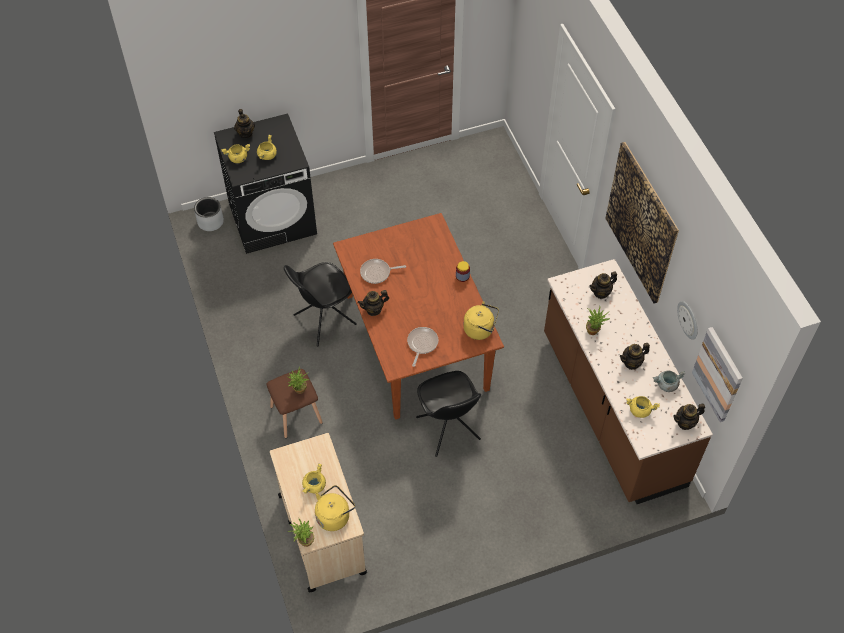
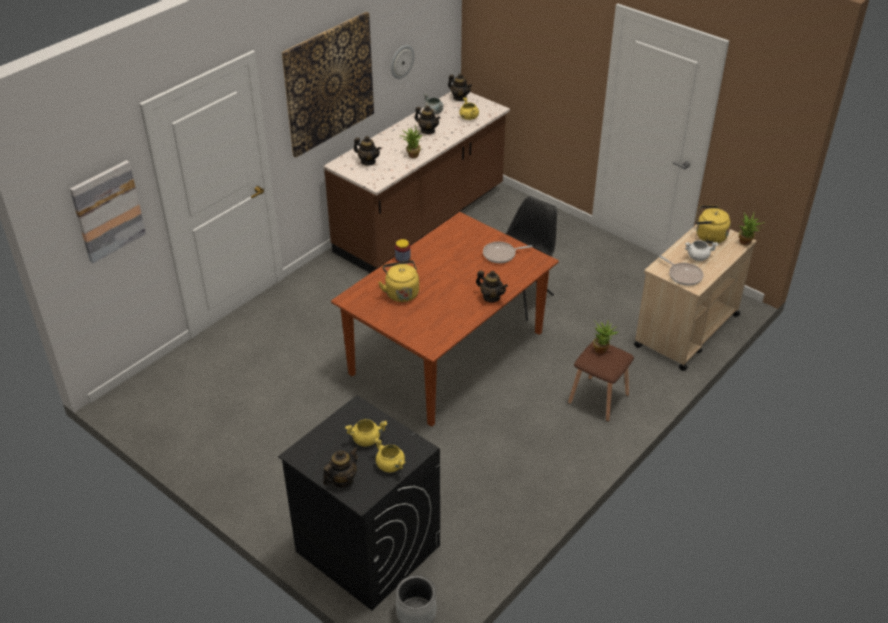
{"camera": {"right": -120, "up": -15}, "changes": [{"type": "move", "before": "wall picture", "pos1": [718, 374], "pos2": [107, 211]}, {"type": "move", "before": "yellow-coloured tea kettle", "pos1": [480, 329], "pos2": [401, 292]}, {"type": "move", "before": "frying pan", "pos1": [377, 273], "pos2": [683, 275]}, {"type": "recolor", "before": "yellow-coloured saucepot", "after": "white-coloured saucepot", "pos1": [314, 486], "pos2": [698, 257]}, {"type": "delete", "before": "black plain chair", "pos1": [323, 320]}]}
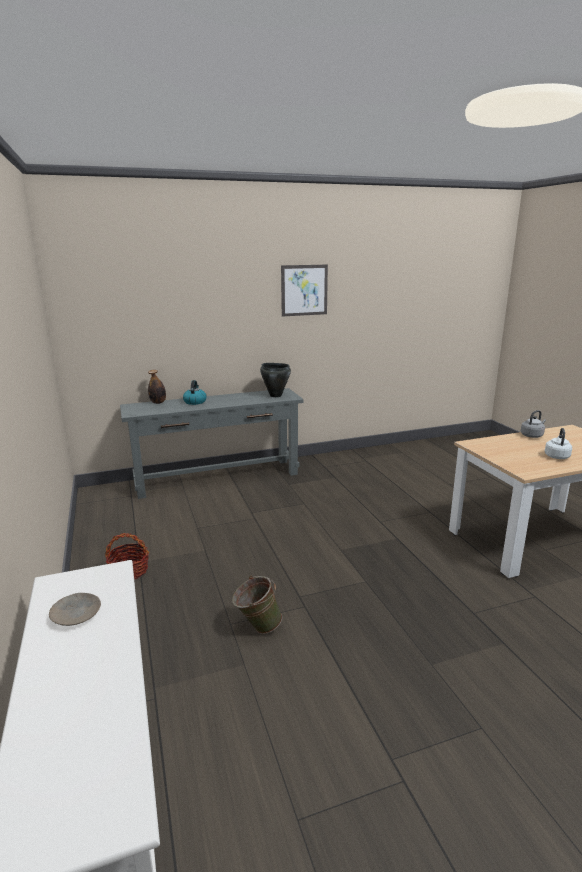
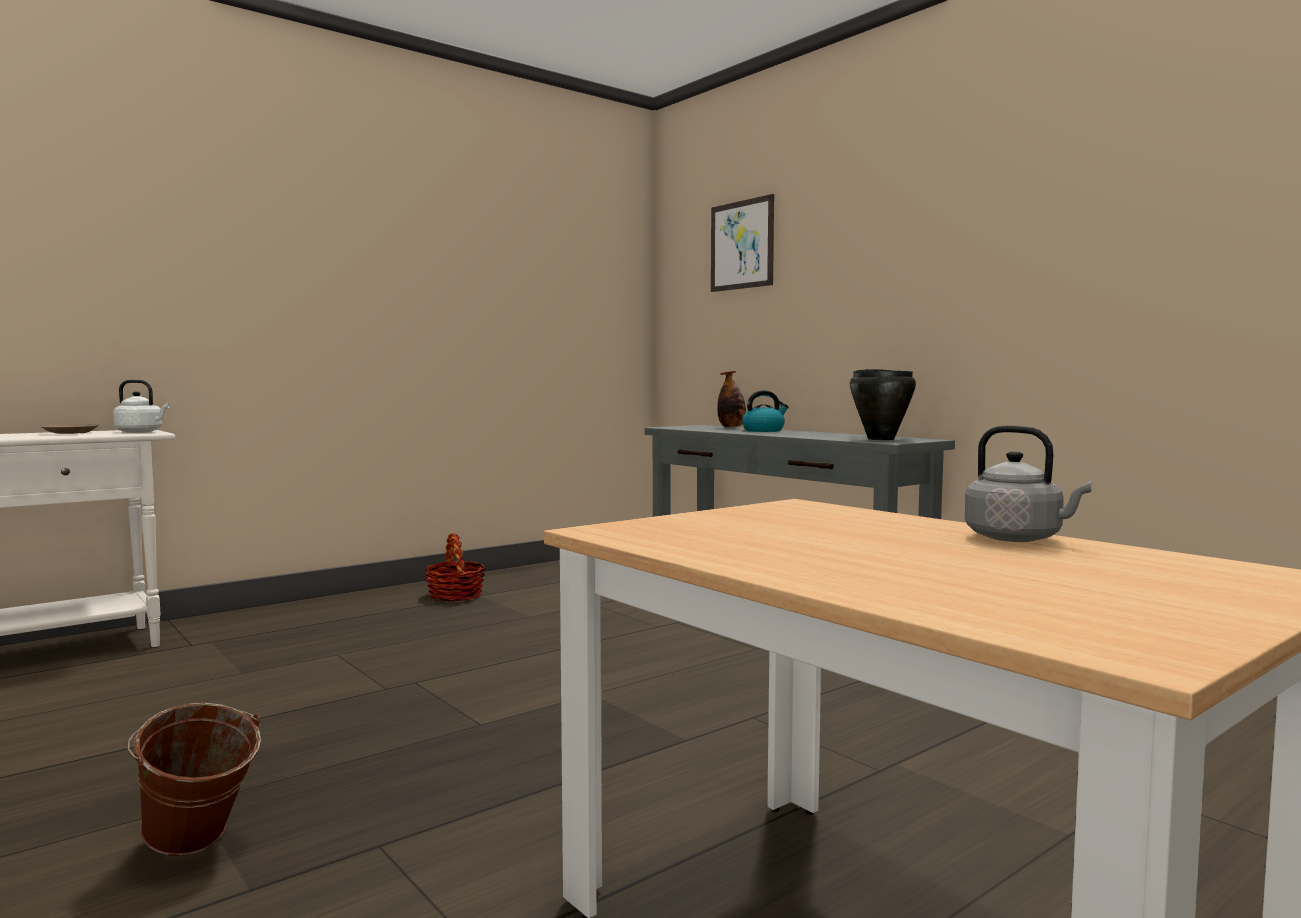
{"camera": {"right": 70, "up": -15}, "changes": [{"type": "move", "before": "white-coloured tea kettle", "pos1": [556, 456], "pos2": [141, 432]}, {"type": "insert", "after": "brown bucket", "pos2": [198, 849]}, {"type": "move", "before": "wall picture", "pos1": [304, 290], "pos2": [741, 245]}, {"type": "delete", "before": "green bucket", "pos1": [257, 627]}]}
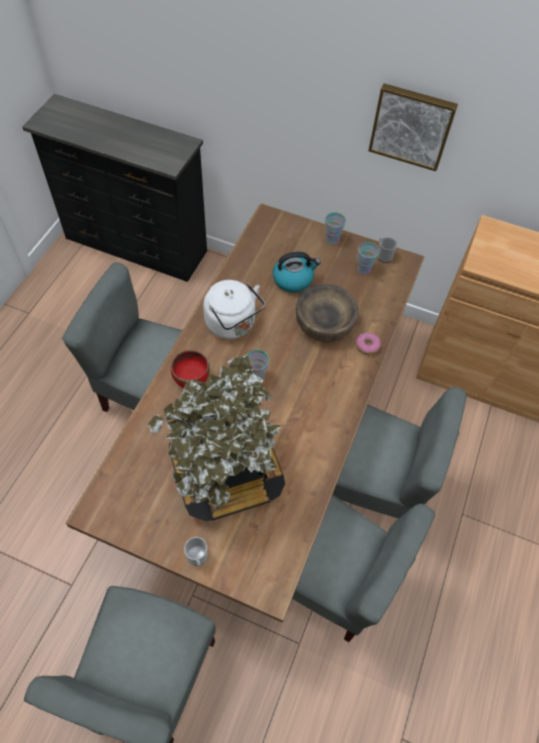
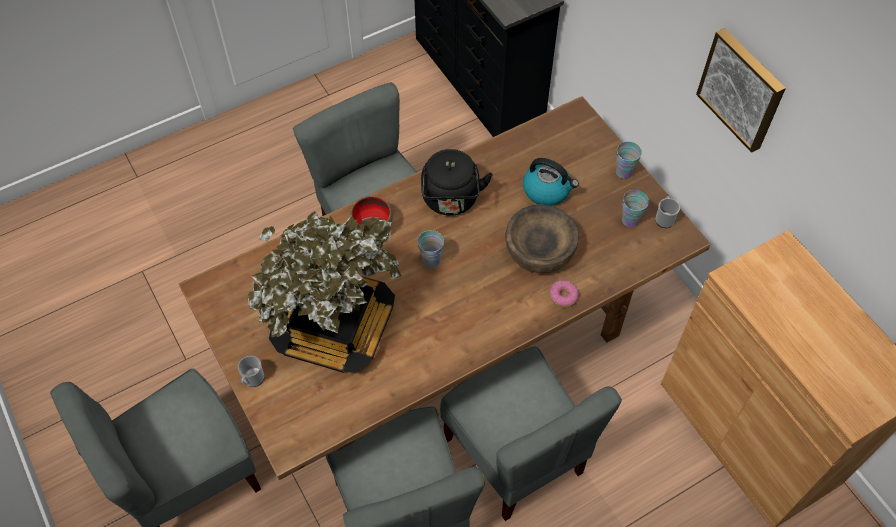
{"camera": {"right": 40, "up": 0}, "changes": [{"type": "recolor", "before": "white-coloured tea kettle", "after": "black tea kettle", "pos1": [233, 324], "pos2": [451, 200]}]}
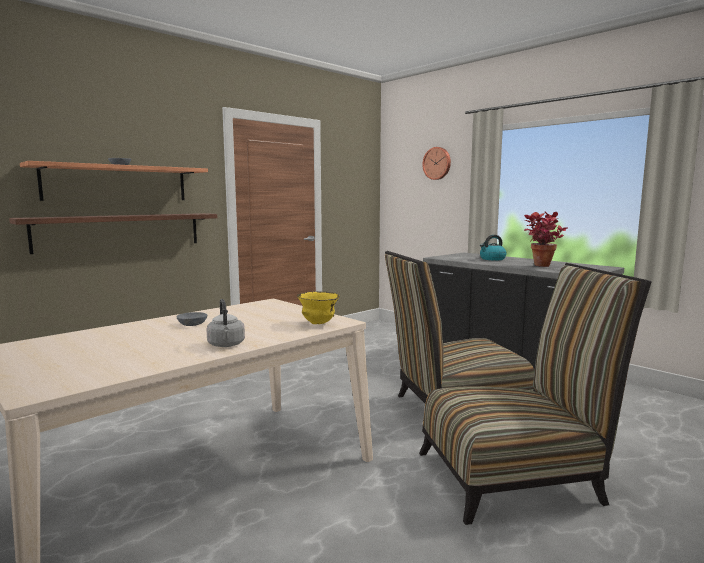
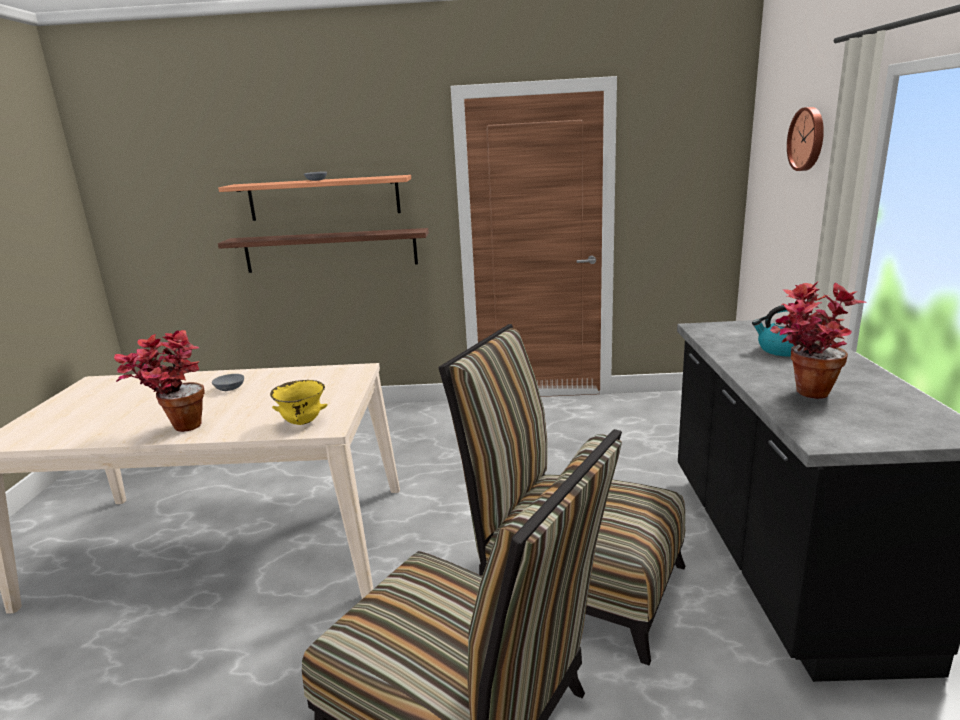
{"camera": {"right": 45, "up": 10}, "changes": [{"type": "replace", "before": "greyish tea kettle", "after": "houseplant", "pos1": [226, 345], "pos2": [176, 429]}]}
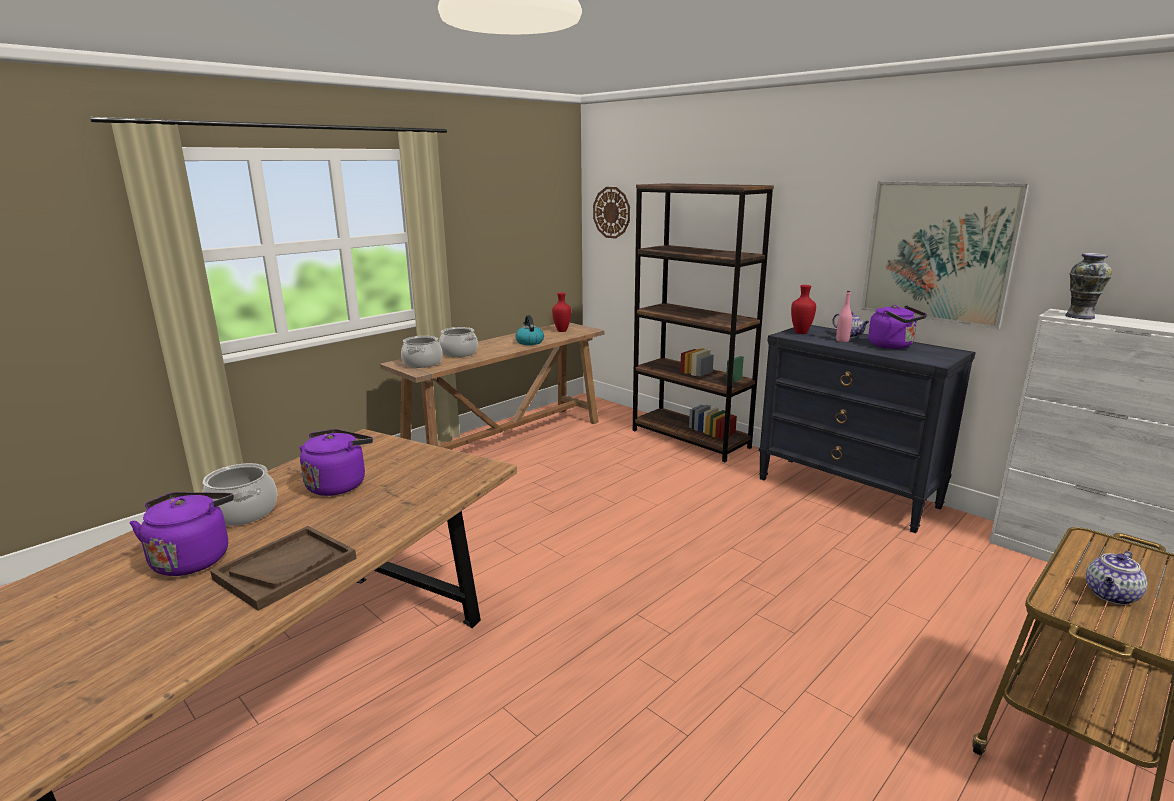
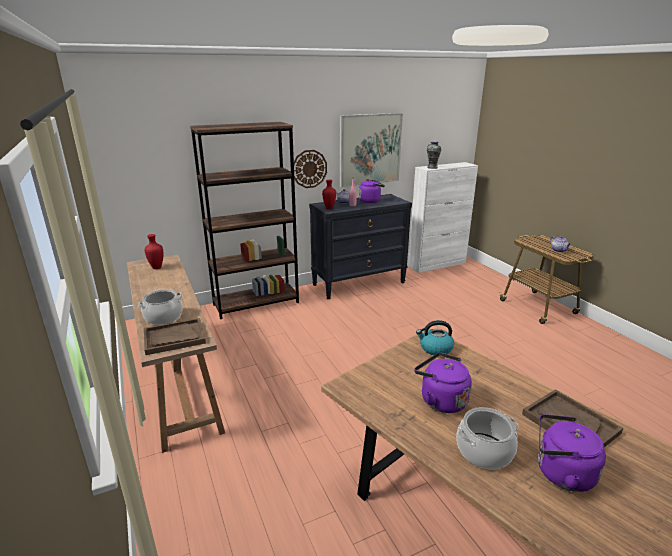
{"camera": {"right": -70, "up": 5}, "changes": [{"type": "replace", "before": "saucepot", "after": "brown serving tray", "pos1": [422, 363], "pos2": [174, 338]}, {"type": "move", "before": "wall clock", "pos1": [611, 212], "pos2": [309, 169]}, {"type": "move", "before": "tea kettle", "pos1": [529, 342], "pos2": [435, 348]}]}
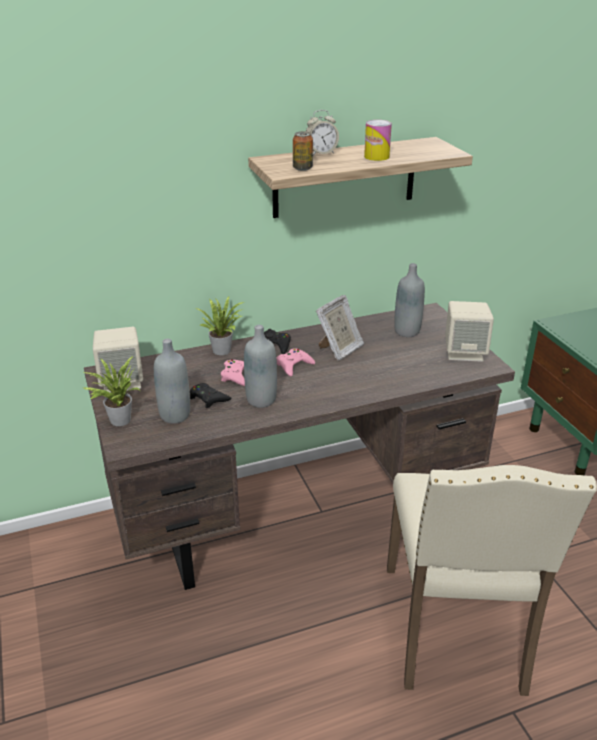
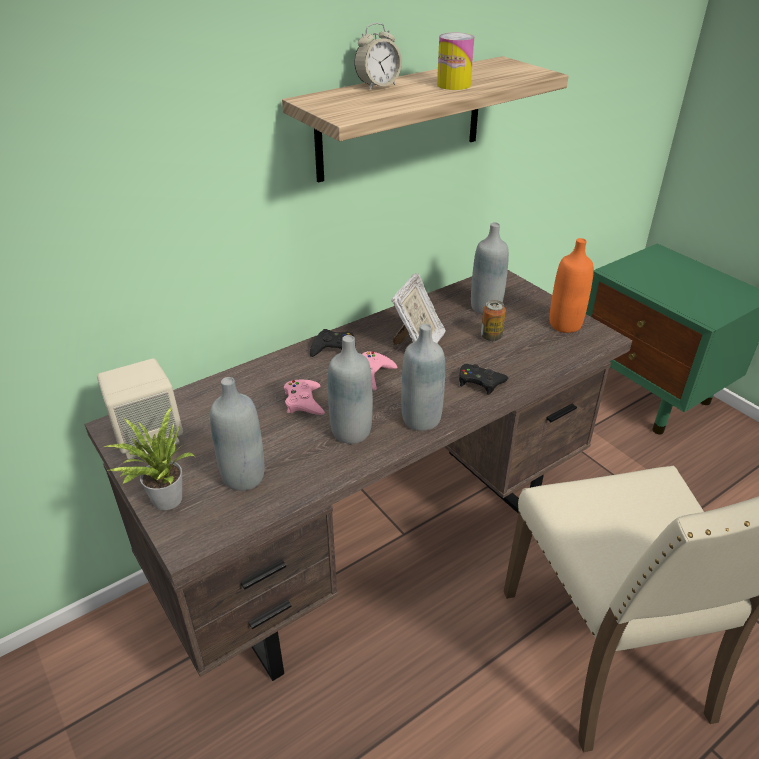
{"camera": {"right": -15, "up": 5}, "changes": [{"type": "insert", "after": "greyish drink bottle", "pos2": [421, 419]}, {"type": "move", "before": "black gamepad", "pos1": [208, 398], "pos2": [480, 382]}, {"type": "move", "before": "sealed can", "pos1": [302, 168], "pos2": [491, 337]}, {"type": "replace", "before": "beige-coloured loudspeaker", "after": "orangey drink bottle", "pos1": [464, 352], "pos2": [565, 324]}, {"type": "delete", "before": "houseplant", "pos1": [223, 349]}]}
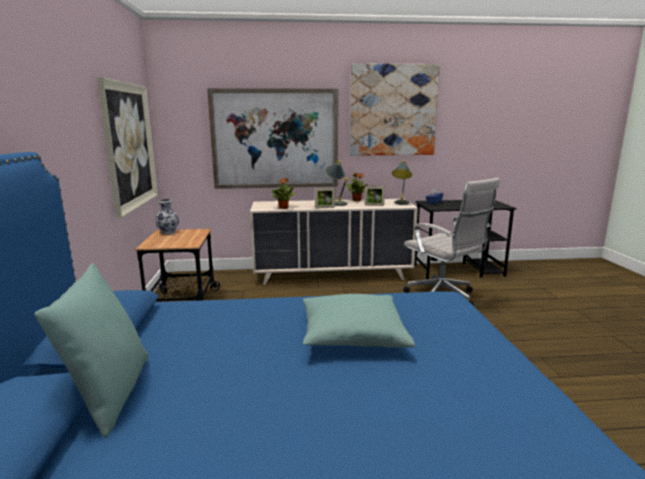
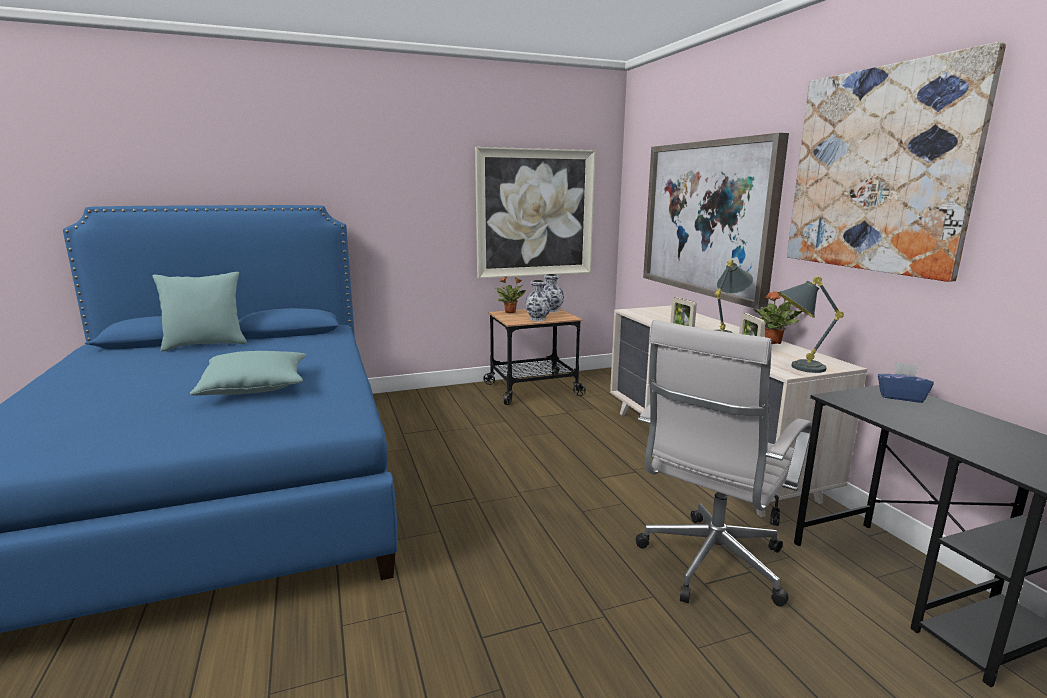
{"camera": {"right": 75, "up": 0}, "changes": [{"type": "move", "before": "houseplant", "pos1": [283, 208], "pos2": [511, 312]}, {"type": "insert", "after": "flower vase", "pos2": [537, 319]}]}
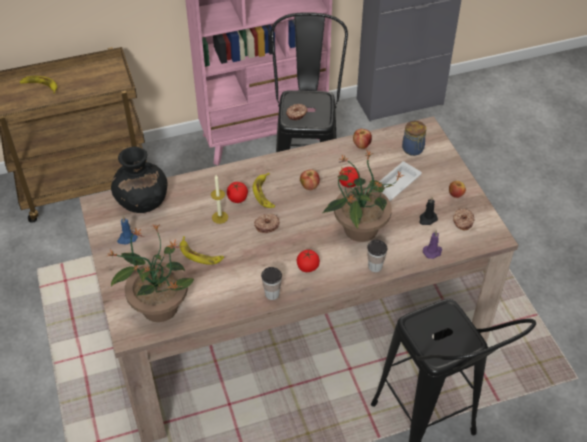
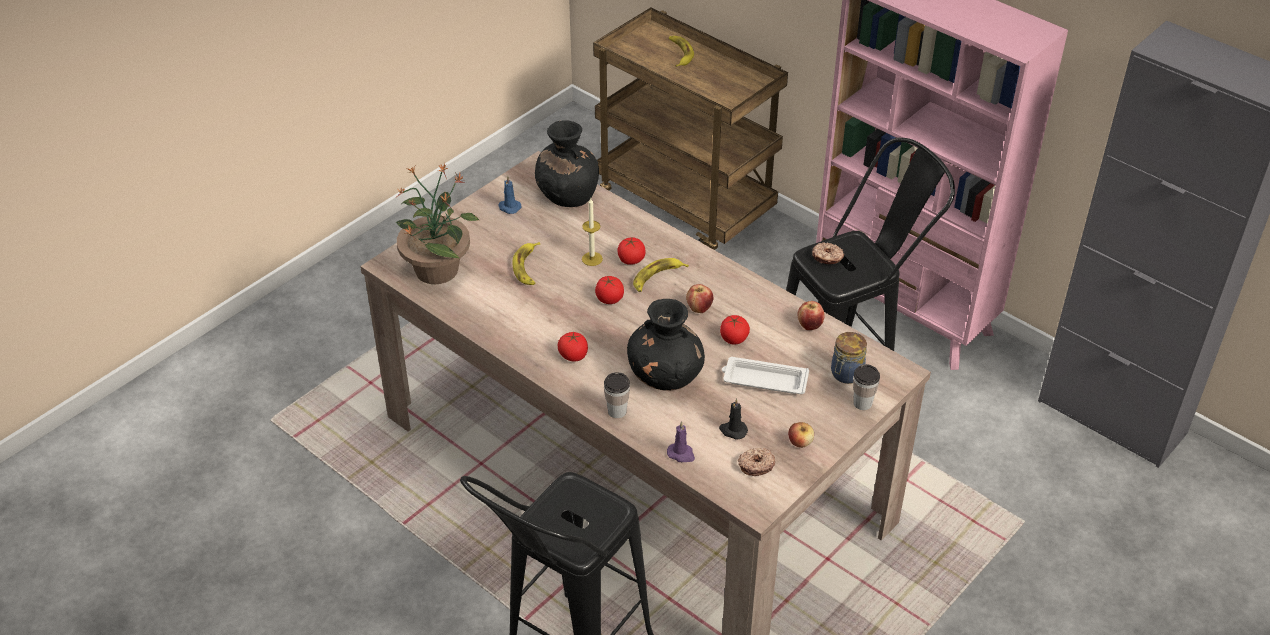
{"camera": {"right": 60, "up": -5}, "changes": [{"type": "replace", "before": "ring doughnut", "after": "fresh tomato", "pos1": [266, 225], "pos2": [609, 299]}, {"type": "replace", "before": "houseplant", "after": "black flower vase", "pos1": [359, 229], "pos2": [665, 376]}, {"type": "move", "before": "cup", "pos1": [272, 294], "pos2": [862, 403]}]}
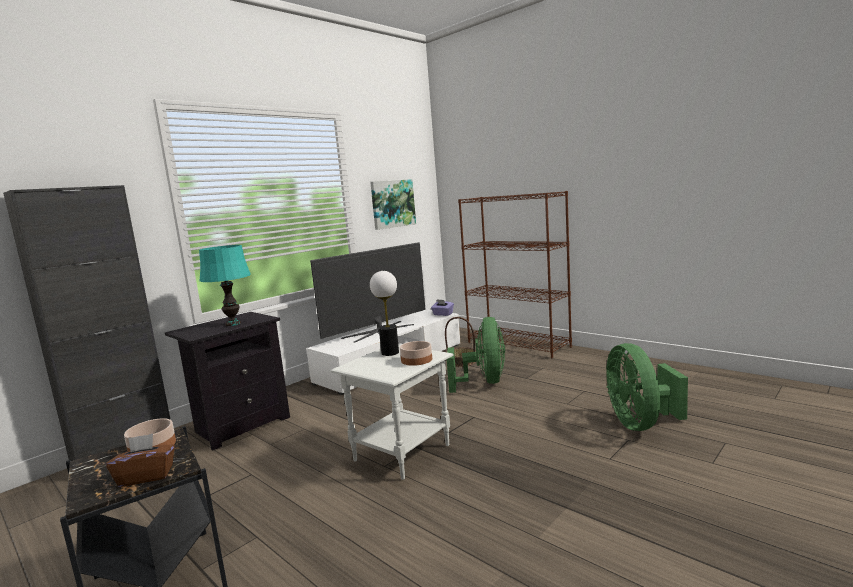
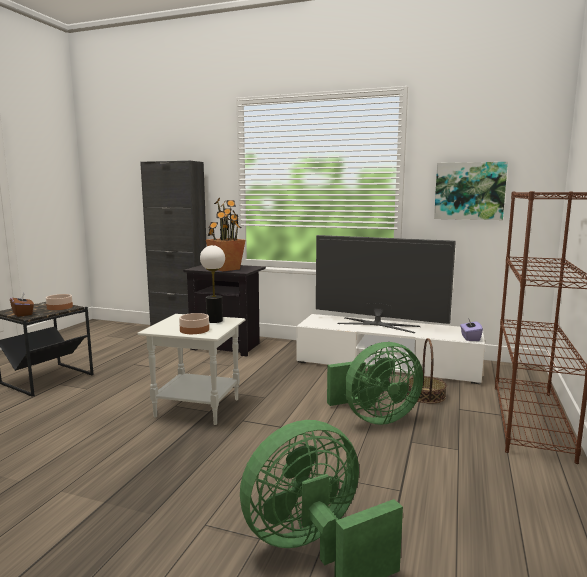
{"camera": {"right": 65, "up": 0}, "changes": [{"type": "replace", "before": "blue-green table lamp", "after": "houseplant", "pos1": [233, 324], "pos2": [226, 269]}]}
